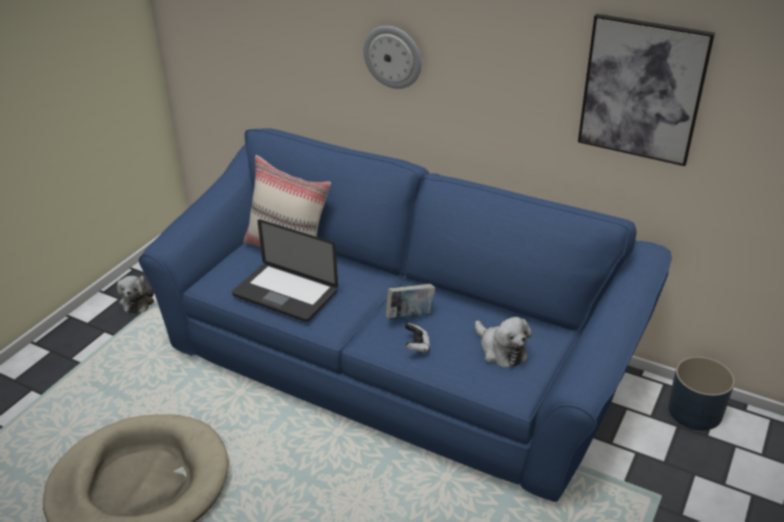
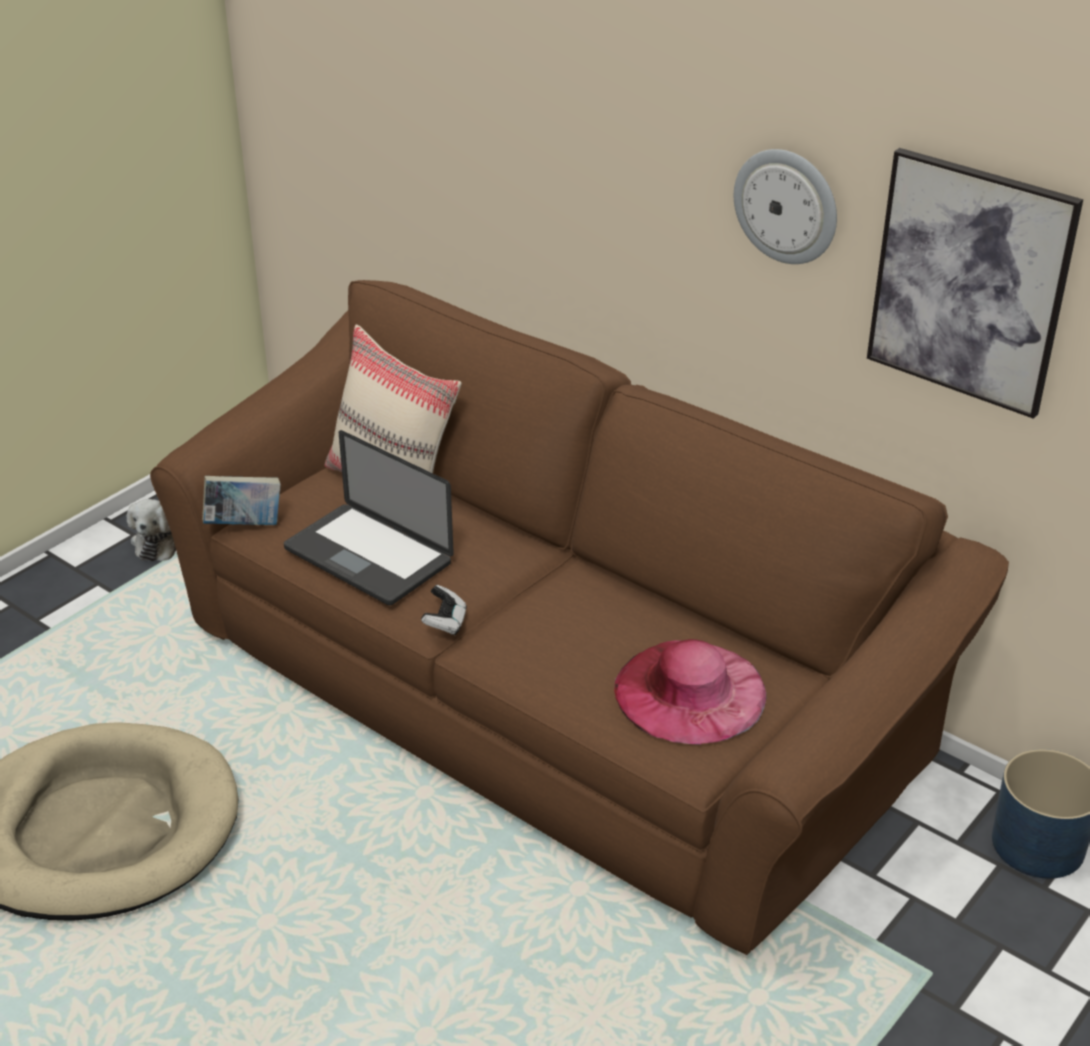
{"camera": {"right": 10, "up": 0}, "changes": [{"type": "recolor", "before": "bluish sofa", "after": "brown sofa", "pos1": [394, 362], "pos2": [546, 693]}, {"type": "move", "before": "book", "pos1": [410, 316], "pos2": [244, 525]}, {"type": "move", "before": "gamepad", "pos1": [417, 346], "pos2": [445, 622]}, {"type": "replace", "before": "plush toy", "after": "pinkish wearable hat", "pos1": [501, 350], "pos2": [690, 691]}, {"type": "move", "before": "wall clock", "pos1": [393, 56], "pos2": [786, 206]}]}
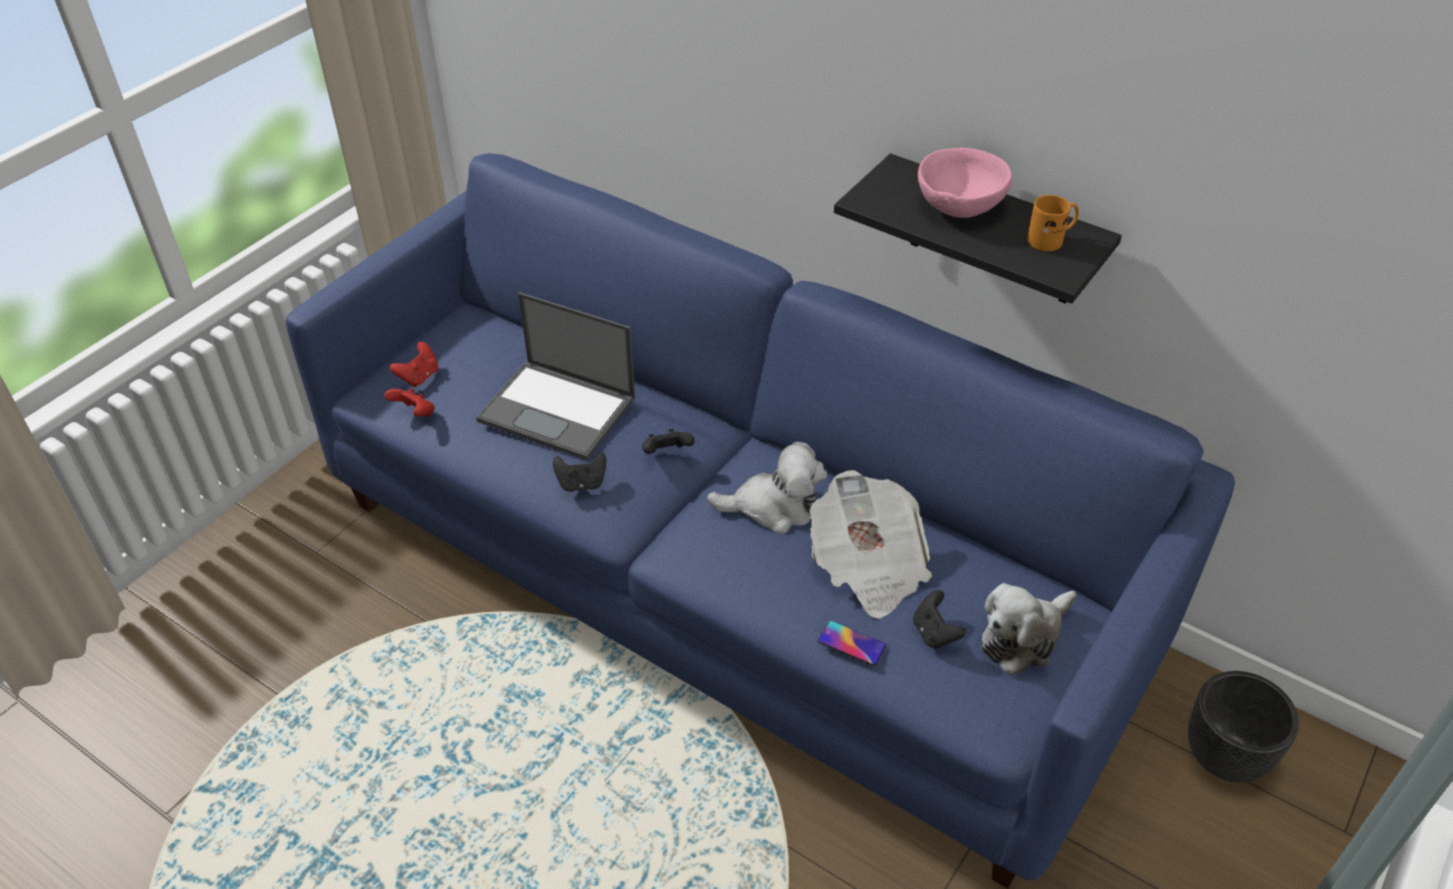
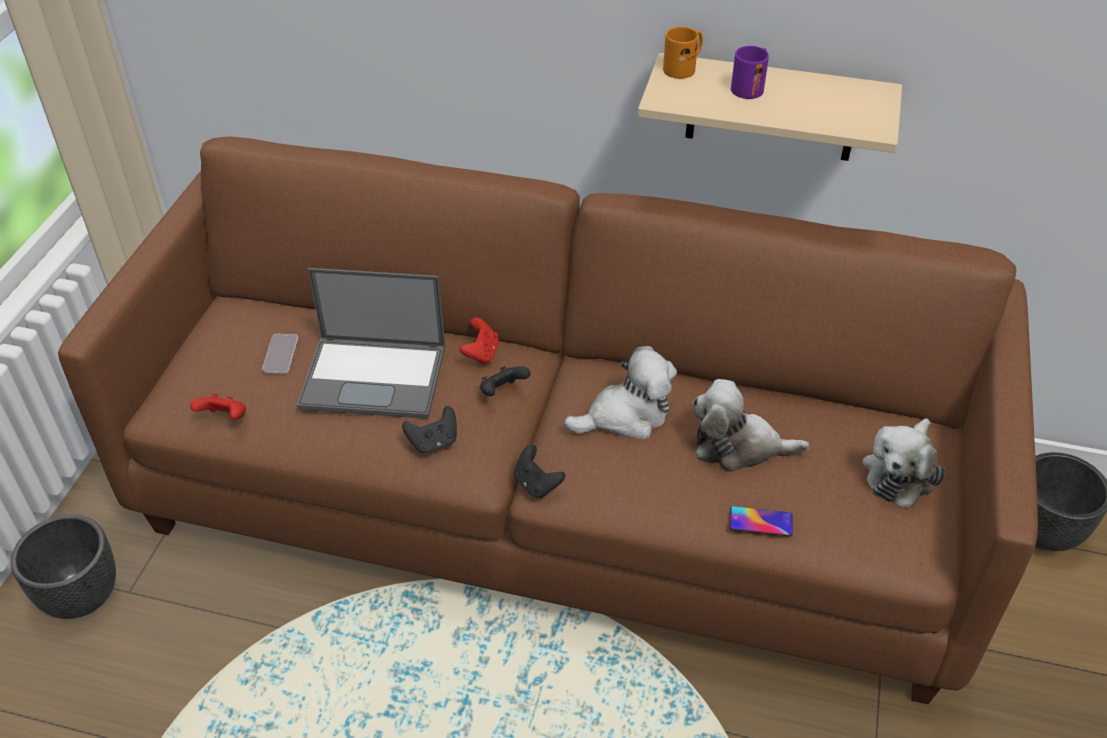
{"camera": {"right": -20, "up": 0}, "changes": [{"type": "insert", "after": "black flower pot", "pos2": [83, 597]}, {"type": "recolor", "before": "bluish sofa", "after": "brown sofa", "pos1": [728, 576], "pos2": [554, 498]}, {"type": "insert", "after": "handset", "pos2": [280, 354]}, {"type": "move", "before": "reddish gamepad", "pos1": [419, 377], "pos2": [481, 353]}, {"type": "move", "before": "black gamepad", "pos1": [934, 633], "pos2": [536, 484]}, {"type": "recolor", "before": "black shelf", "after": "beige-coloured shelf", "pos1": [994, 232], "pos2": [772, 108]}, {"type": "move", "before": "orangey mug", "pos1": [1051, 239], "pos2": [683, 67]}, {"type": "replace", "before": "newspaper", "after": "plush toy", "pos1": [868, 566], "pos2": [738, 447]}, {"type": "replace", "before": "pinkish bowl", "after": "purple-coloured mug", "pos1": [959, 206], "pos2": [750, 87]}]}
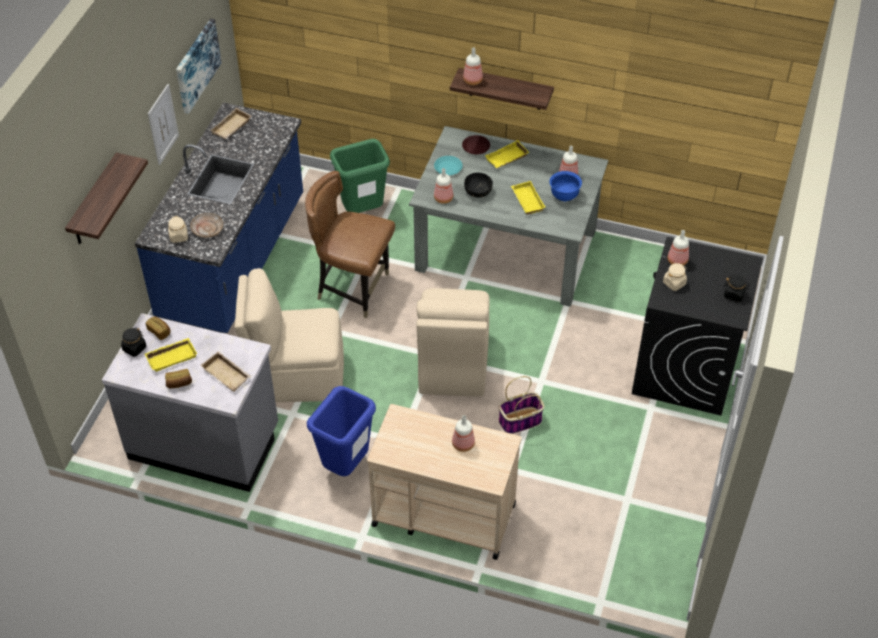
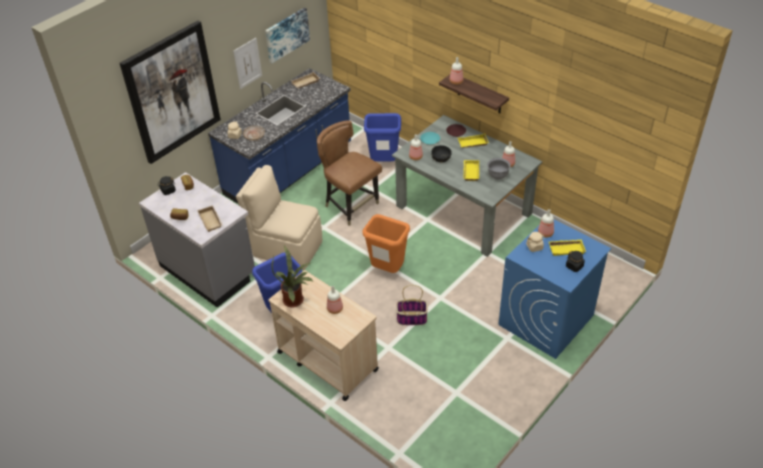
{"camera": {"right": 25, "up": -5}, "changes": [{"type": "replace", "before": "shelf", "after": "wall picture", "pos1": [94, 202], "pos2": [172, 92]}, {"type": "insert", "after": "houseplant", "pos2": [295, 300]}, {"type": "replace", "before": "beige-coloured plain chair", "after": "orangey waste bin", "pos1": [452, 365], "pos2": [387, 270]}, {"type": "recolor", "before": "green waste bin", "after": "bluish waste bin", "pos1": [363, 212], "pos2": [384, 163]}, {"type": "recolor", "before": "bluish bowl", "after": "greyish bowl", "pos1": [564, 196], "pos2": [497, 175]}, {"type": "recolor", "before": "black laundry appliance", "after": "bluish laundry appliance", "pos1": [685, 369], "pos2": [546, 320]}, {"type": "move", "before": "yellow-coloured serving tray", "pos1": [172, 356], "pos2": [566, 249]}]}
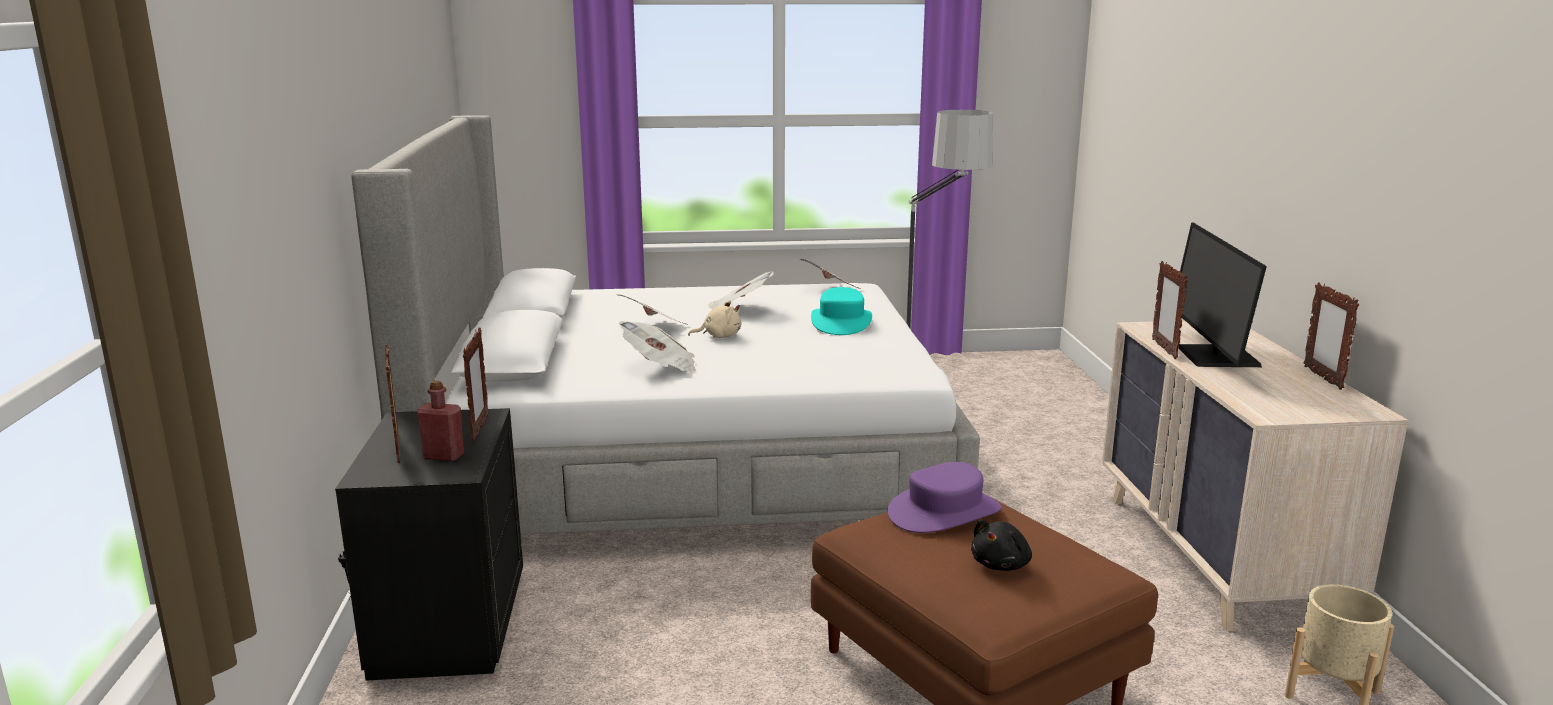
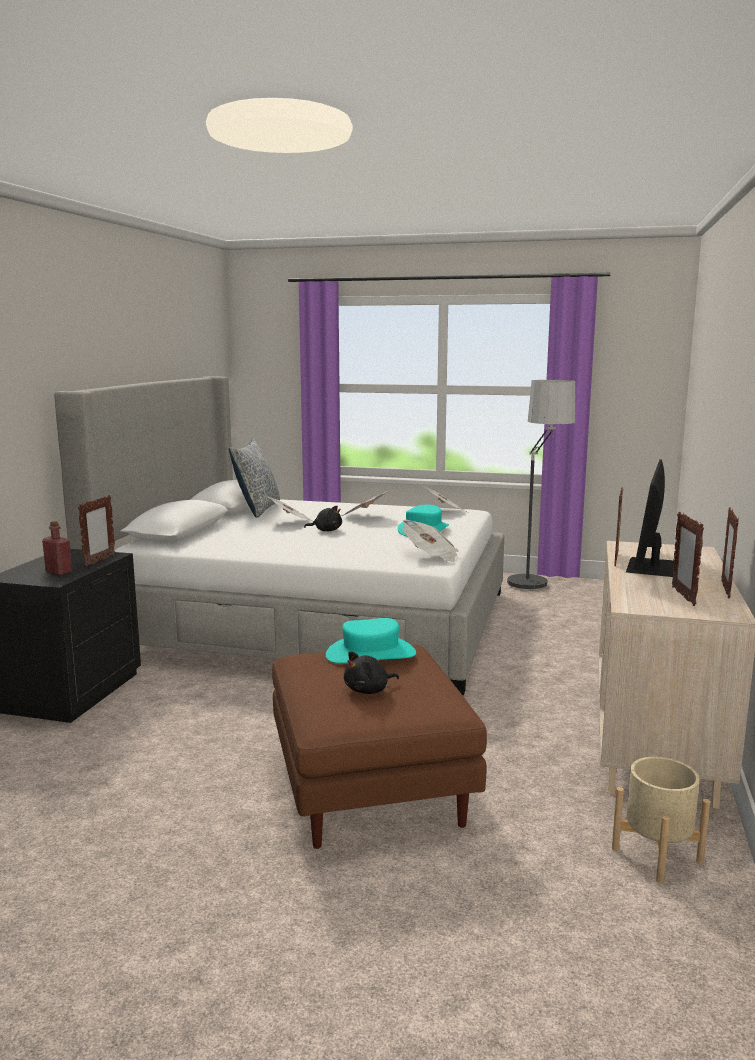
{"camera": {"right": 20, "up": -5}, "changes": [{"type": "insert", "after": "cushion", "pos2": [257, 509]}, {"type": "recolor", "before": "beige-coloured plush toy", "after": "black plush toy", "pos1": [719, 336], "pos2": [326, 530]}, {"type": "recolor", "before": "purple-coloured wearable hat", "after": "blue-green wearable hat", "pos1": [944, 512], "pos2": [370, 654]}, {"type": "move", "before": "newspaper", "pos1": [661, 367], "pos2": [431, 556]}, {"type": "move", "before": "standing frame", "pos1": [398, 449], "pos2": [683, 596]}]}
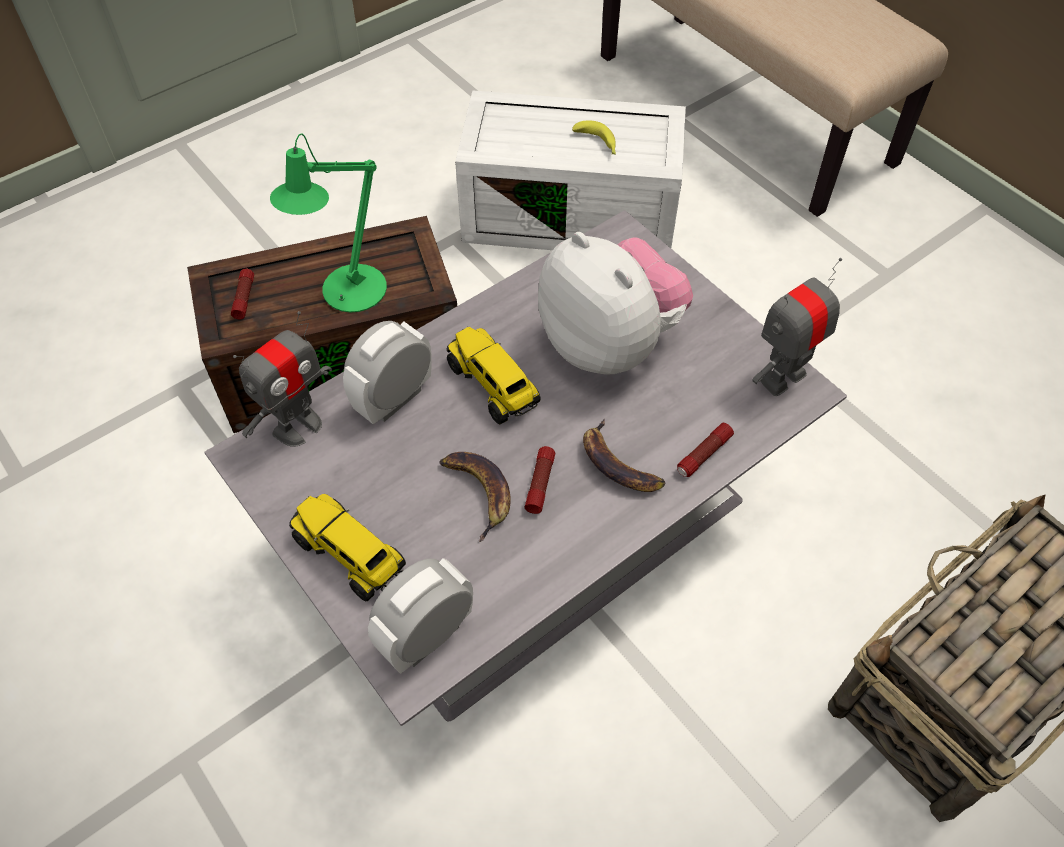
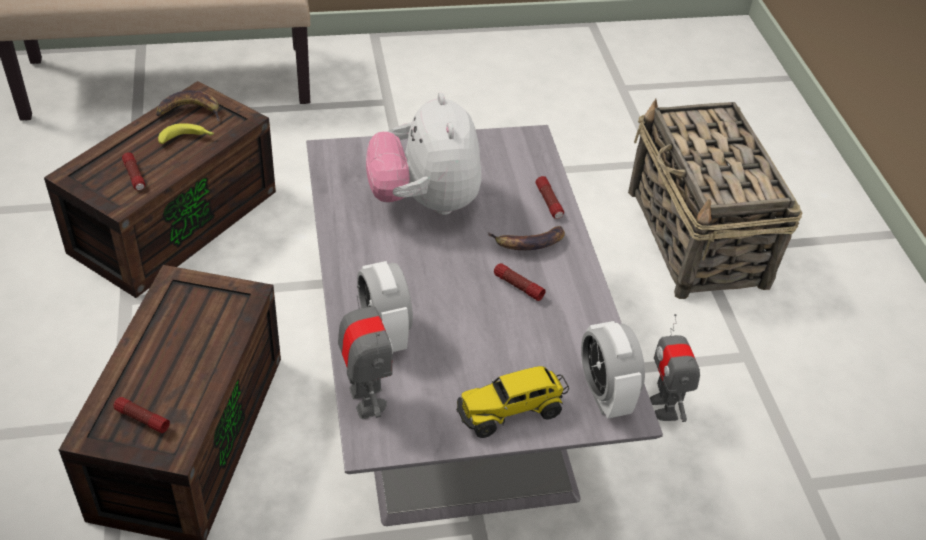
{"camera": {"right": -65, "up": -10}, "changes": [{"type": "recolor", "before": "white-coloured storage box", "after": "brown storage box", "pos1": [573, 213], "pos2": [174, 218]}, {"type": "insert", "after": "torch", "pos2": [134, 176]}, {"type": "move", "before": "banana fruit", "pos1": [479, 492], "pos2": [190, 111]}, {"type": "rotate", "before": "plush toy", "pos1": [609, 343], "pos2": [424, 202], "turn": -90}, {"type": "move", "before": "toy robot", "pos1": [782, 377], "pos2": [664, 407]}, {"type": "delete", "before": "green table lamp", "pos1": [348, 294]}, {"type": "delete", "before": "toy truck", "pos1": [494, 386]}]}
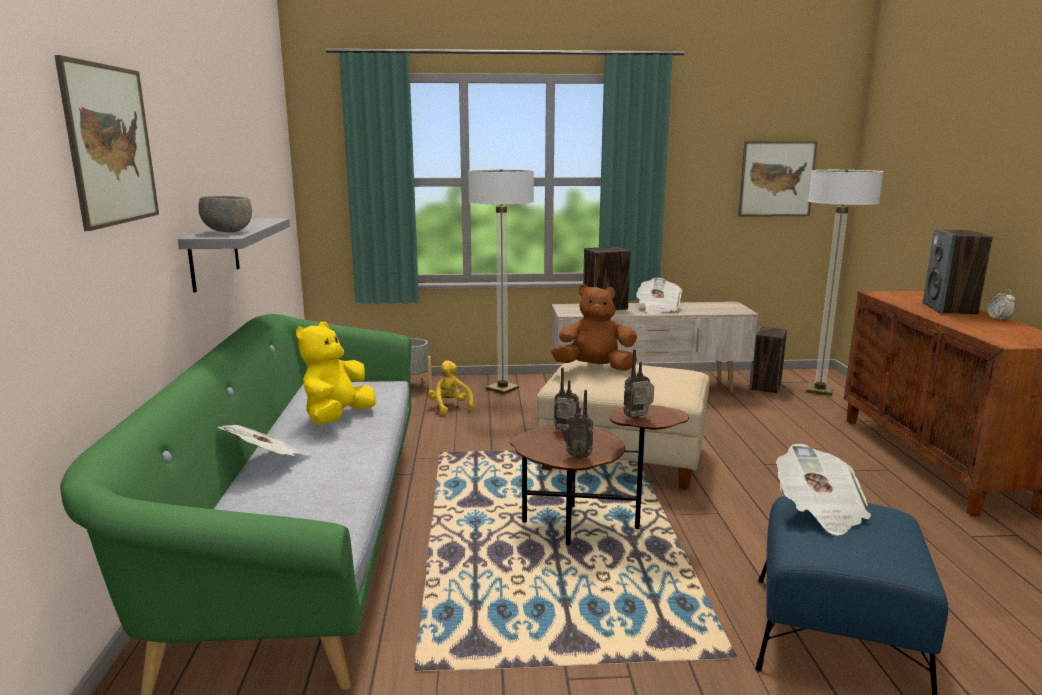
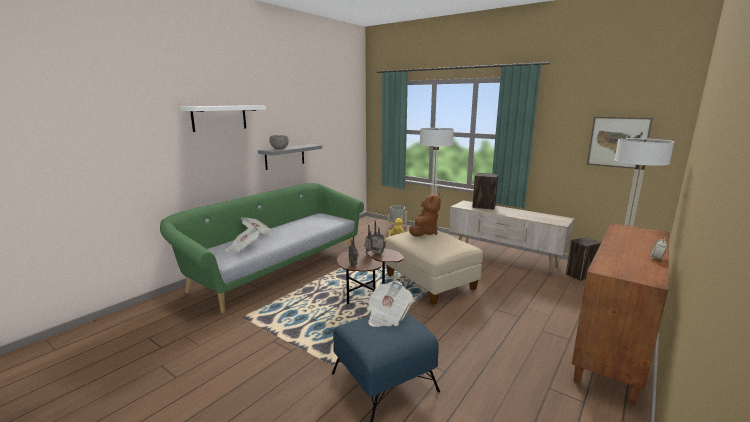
{"camera": {"right": 40, "up": 0}, "changes": [{"type": "replace", "before": "wall picture", "after": "white-coloured shelf", "pos1": [111, 145], "pos2": [219, 118]}, {"type": "move", "before": "newspaper", "pos1": [658, 309], "pos2": [243, 248]}, {"type": "rotate", "before": "brown plush toy", "pos1": [595, 368], "pos2": [424, 233], "turn": 75}, {"type": "delete", "before": "yellow-coloured plush toy", "pos1": [337, 418]}, {"type": "delete", "before": "loudspeaker", "pos1": [950, 309]}]}
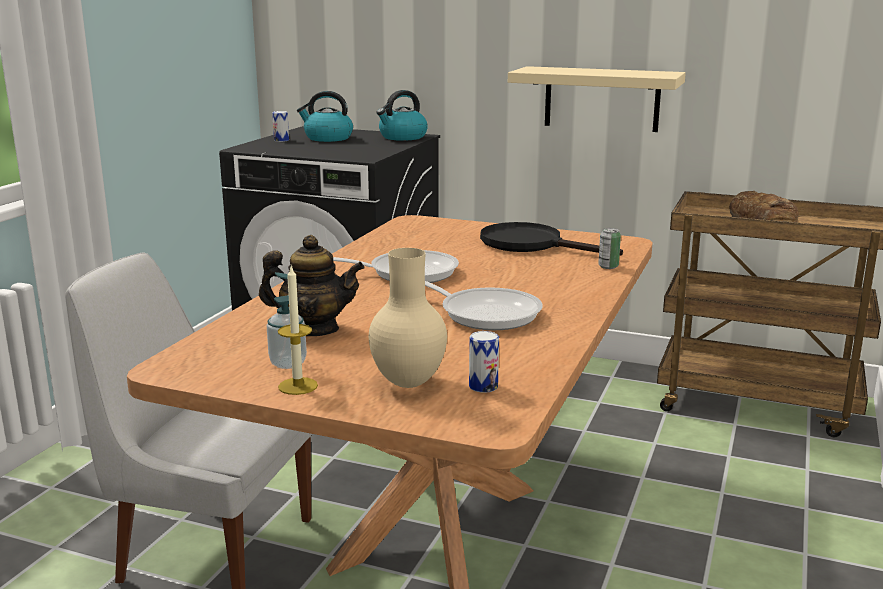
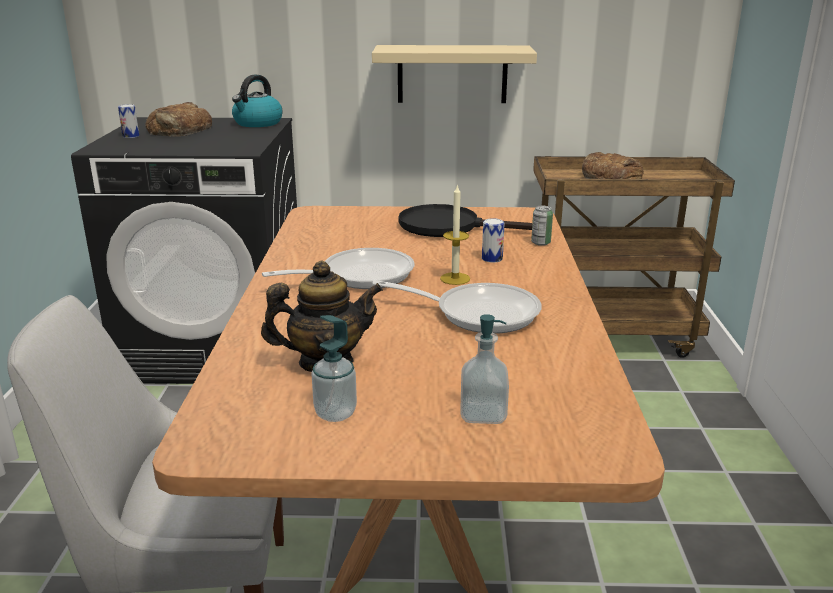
{"camera": {"right": -20, "up": 5}, "changes": [{"type": "replace", "before": "tea kettle", "after": "bakery bread", "pos1": [327, 138], "pos2": [179, 130]}, {"type": "move", "before": "wax candle", "pos1": [298, 386], "pos2": [455, 278]}, {"type": "replace", "before": "beige-coloured flower vase", "after": "liquid soap bottle", "pos1": [407, 382], "pos2": [483, 414]}, {"type": "move", "before": "sealed can", "pos1": [483, 386], "pos2": [492, 258]}]}
